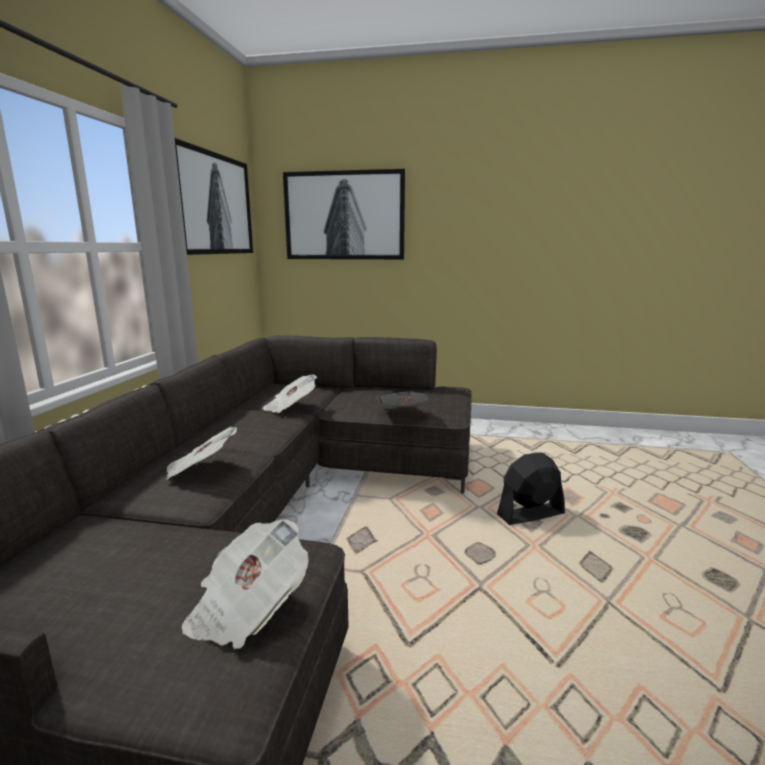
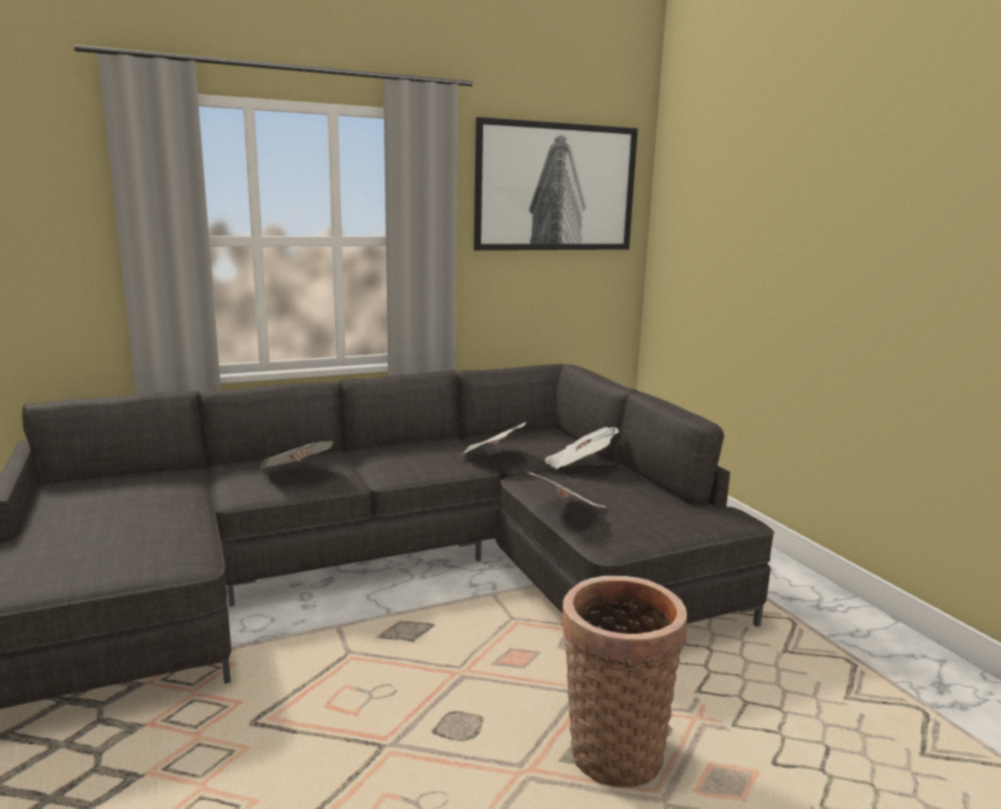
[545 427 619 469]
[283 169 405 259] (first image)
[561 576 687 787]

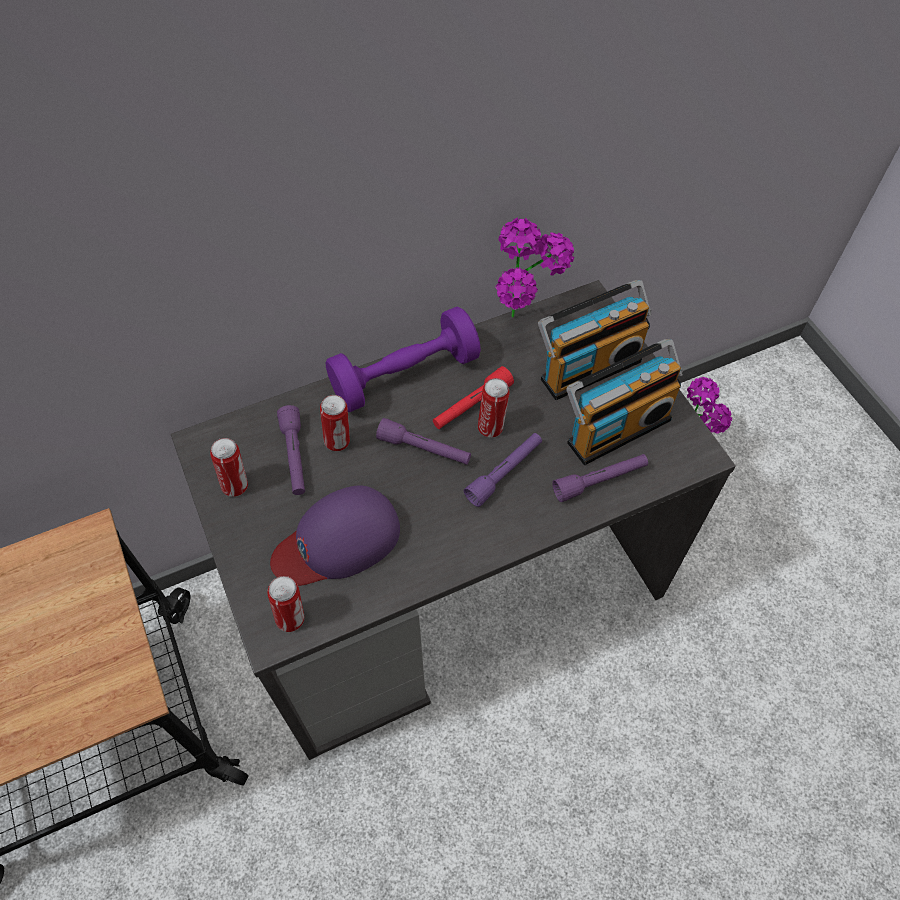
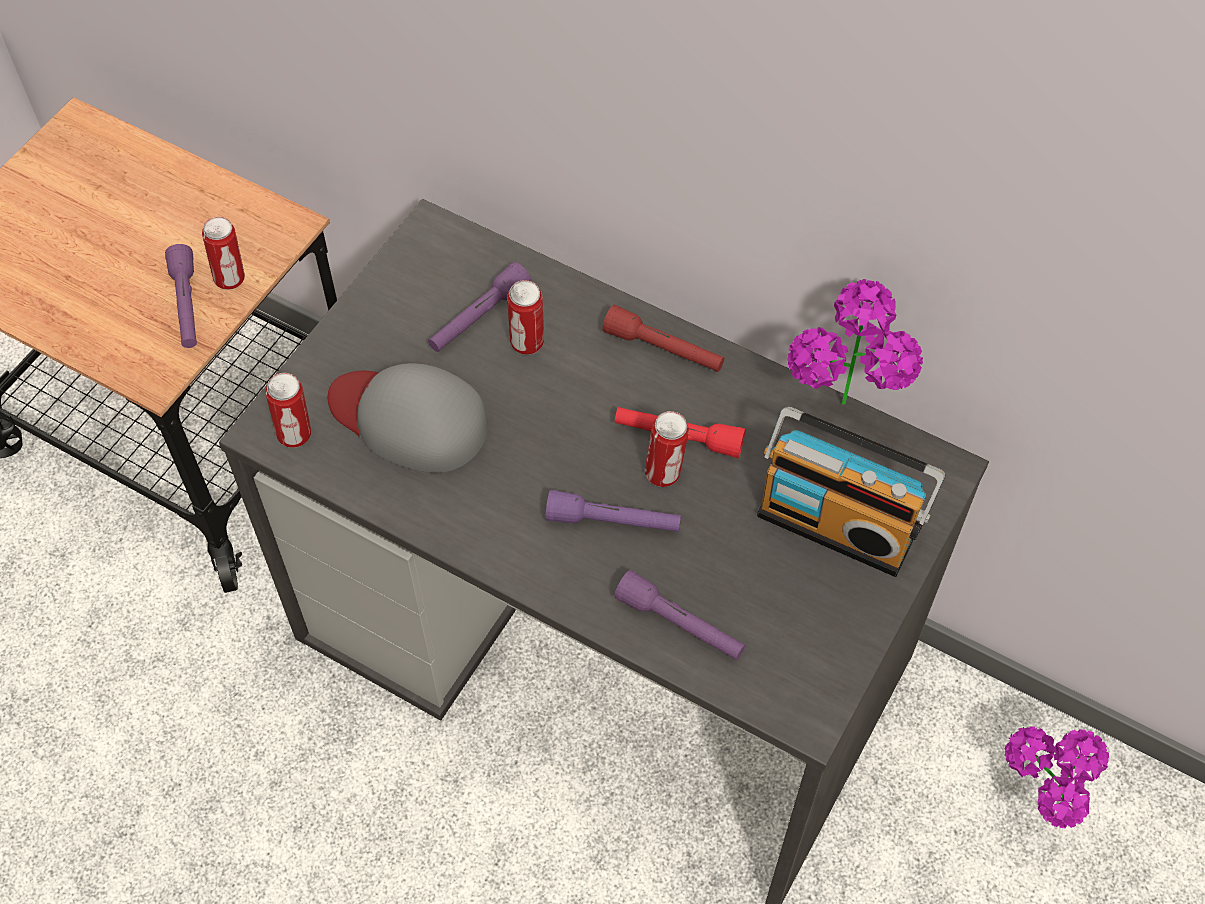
[202 217 245 290]
[328 363 488 473]
[602 305 724 372]
[165 244 197 348]
[566 339 683 465] (first image)

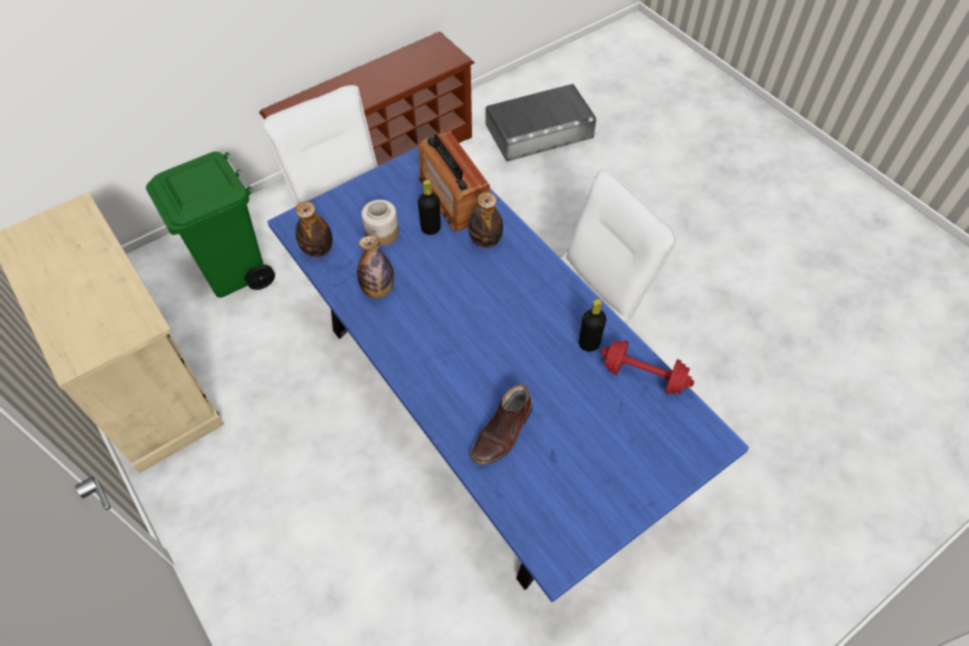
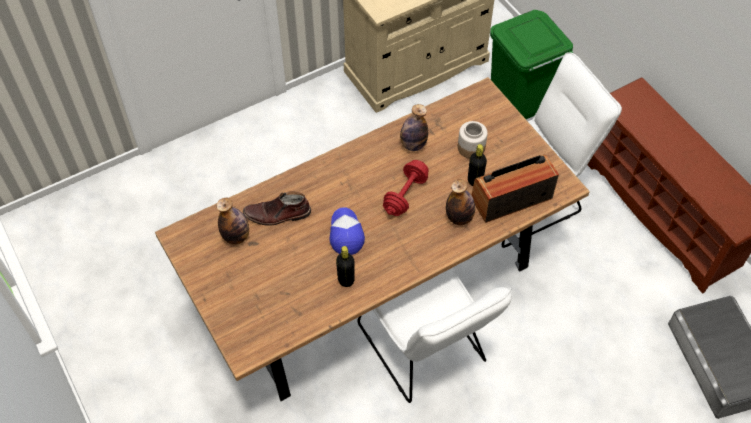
[155 77 590 401]
[216 198 249 244]
[243 191 311 226]
[383 160 429 216]
[330 207 365 255]

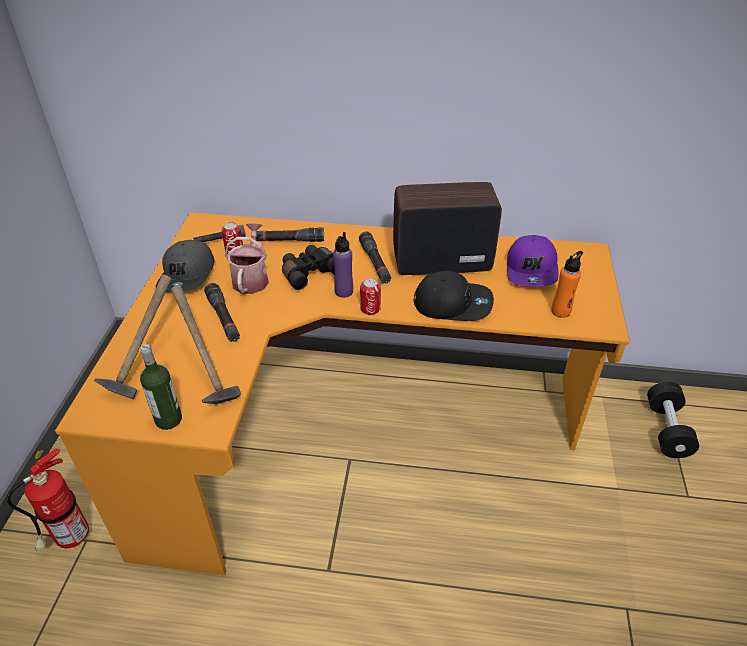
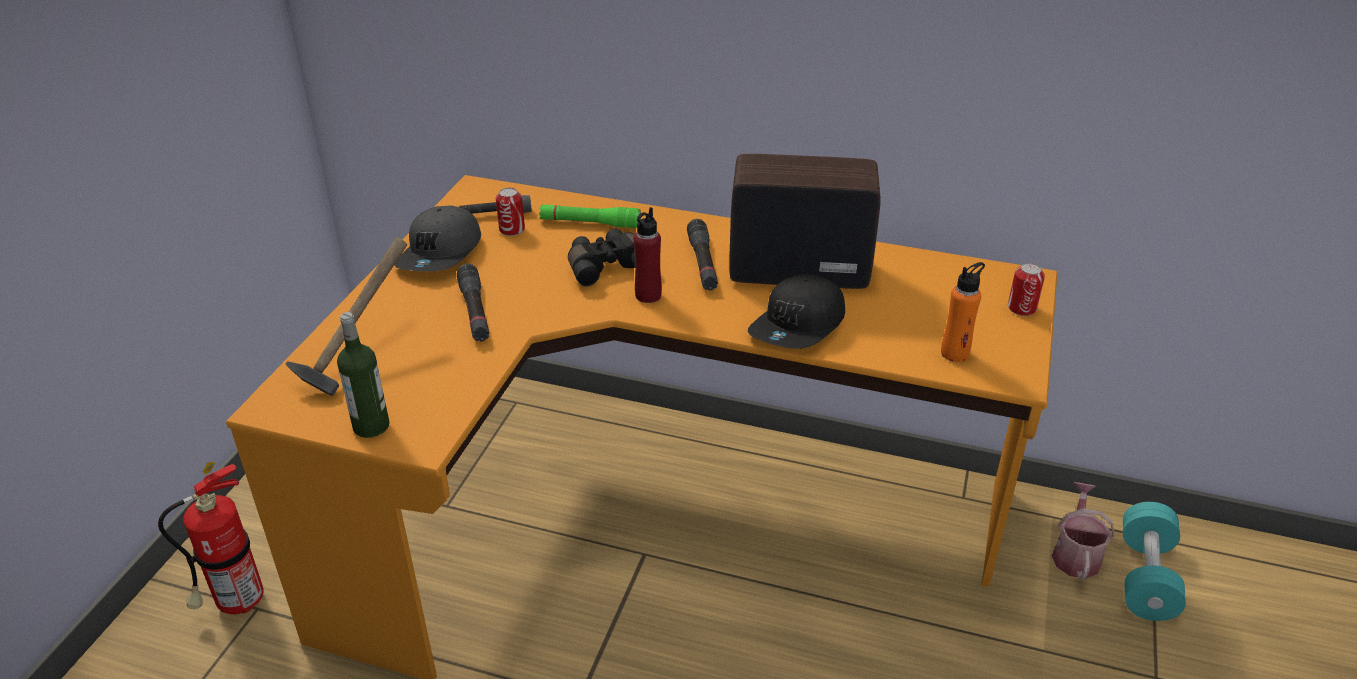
[171 285 241 404] (first image)
[1052 482 1114 580]
[539 205 641 228]
[634 207 662 303]
[1008 263 1045 316]
[748 274 845 349]
[507 235 559 286] (first image)
[1123 502 1186 621]

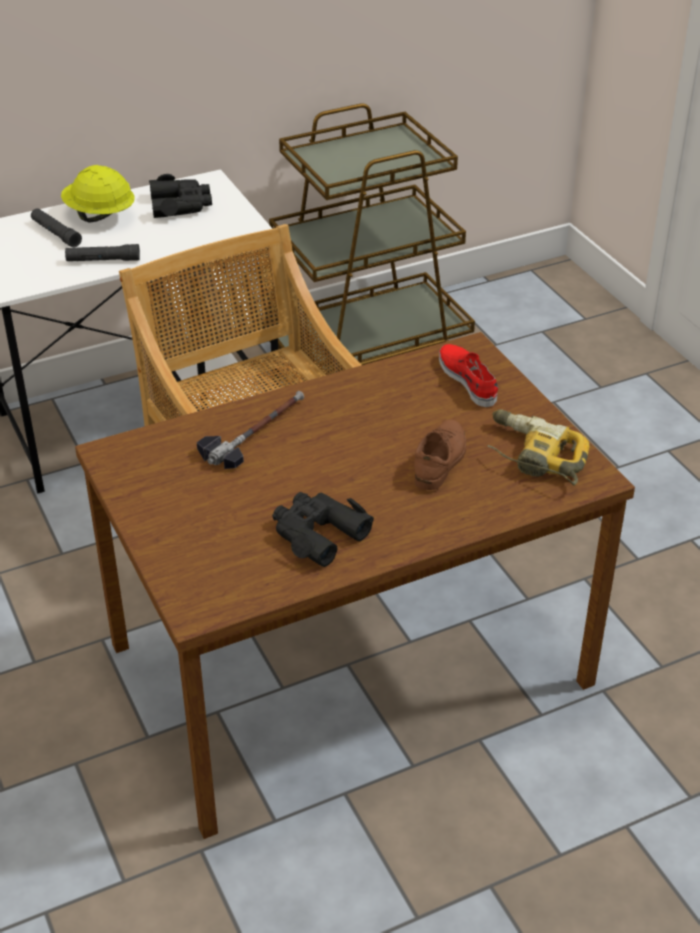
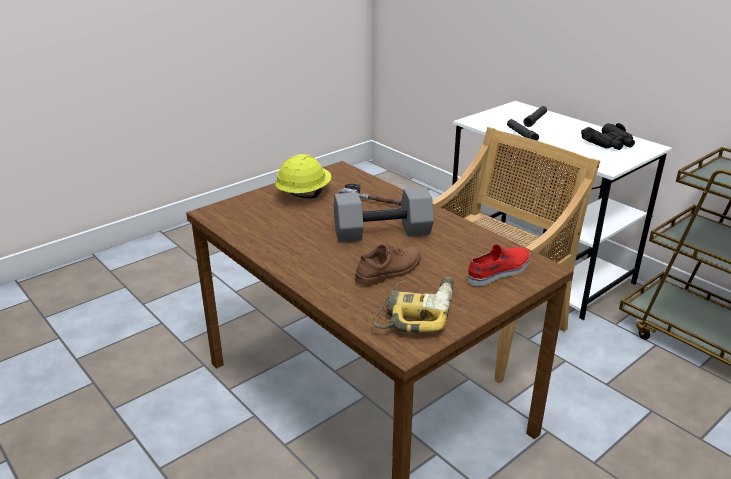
[275 154 332 198]
[272 492 374 567] (first image)
[355 244 421 286]
[334 187 434 242]

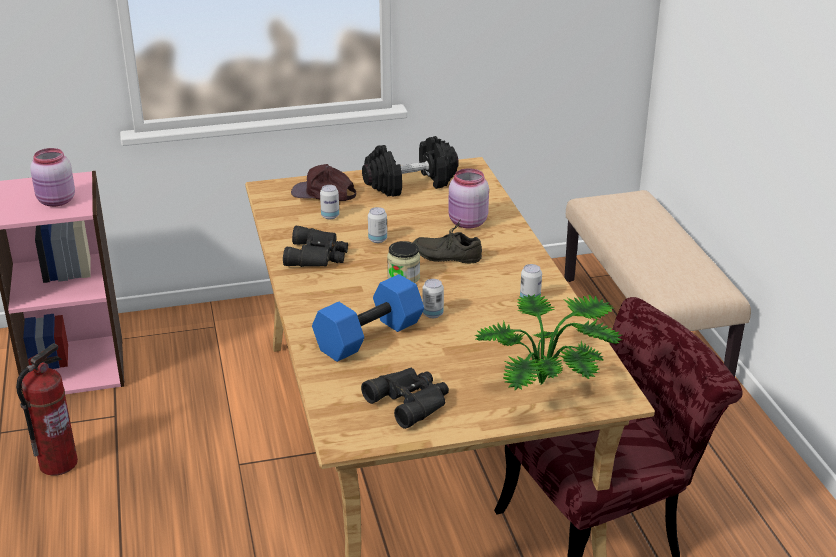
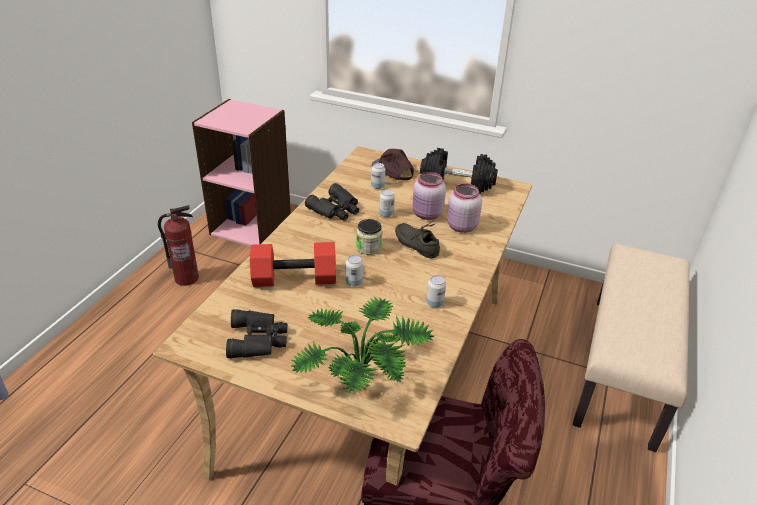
[412 172 446 220]
[250 242 336 287]

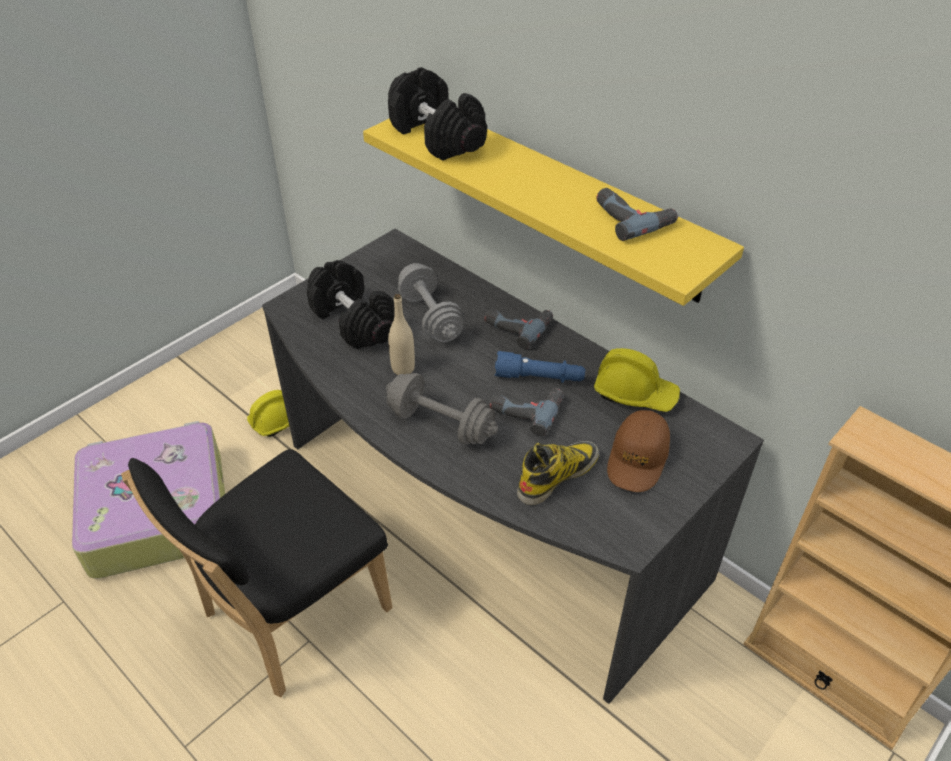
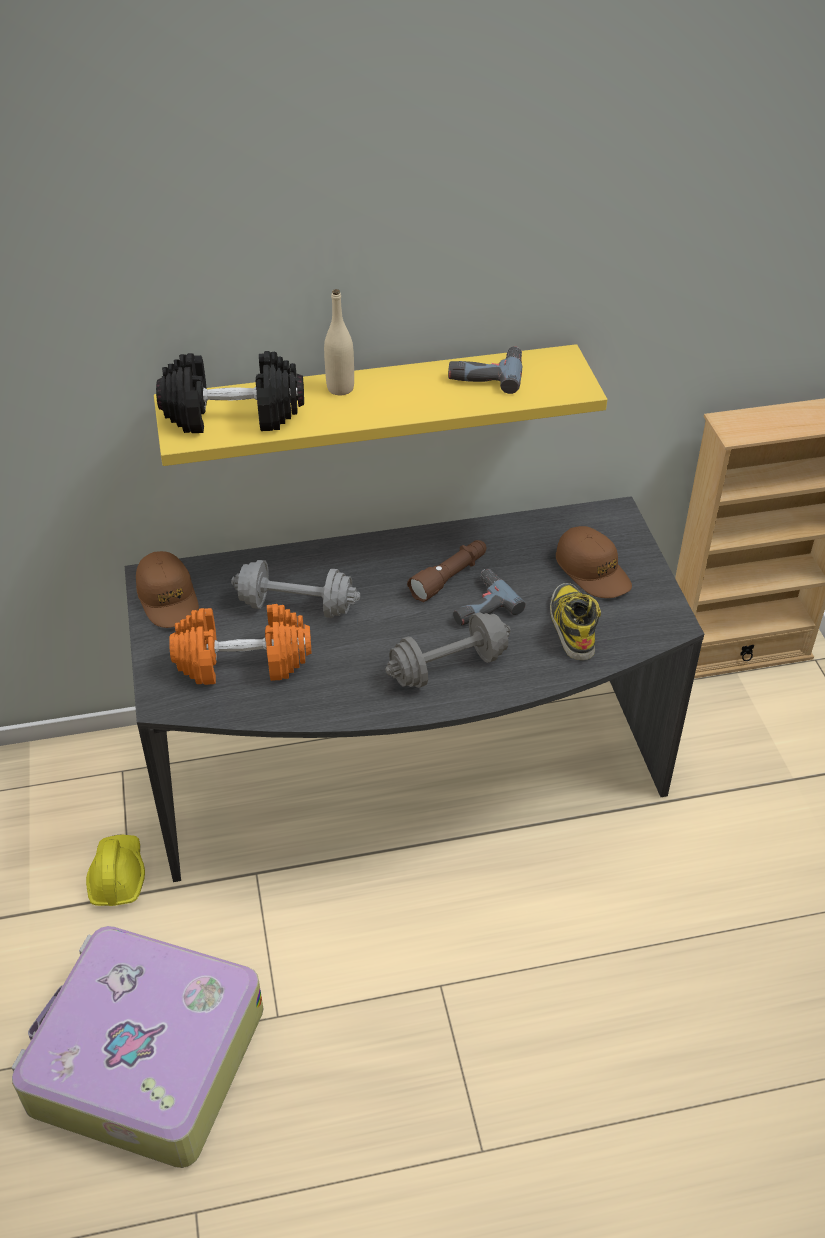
[121 449 393 697] (first image)
[169 604 311 685]
[324 289 354 395]
[484 309 553 349] (first image)
[407 540 487 602]
[594 348 680 412] (first image)
[136 551 199 628]

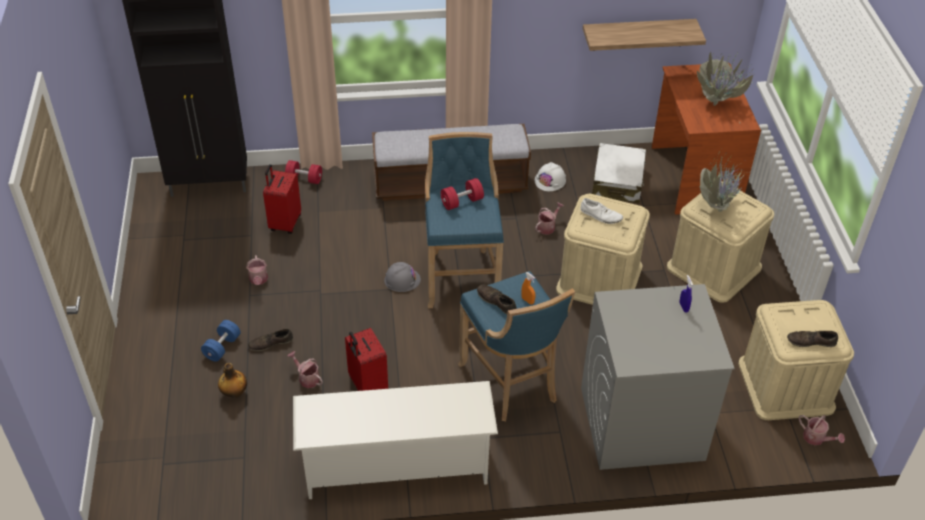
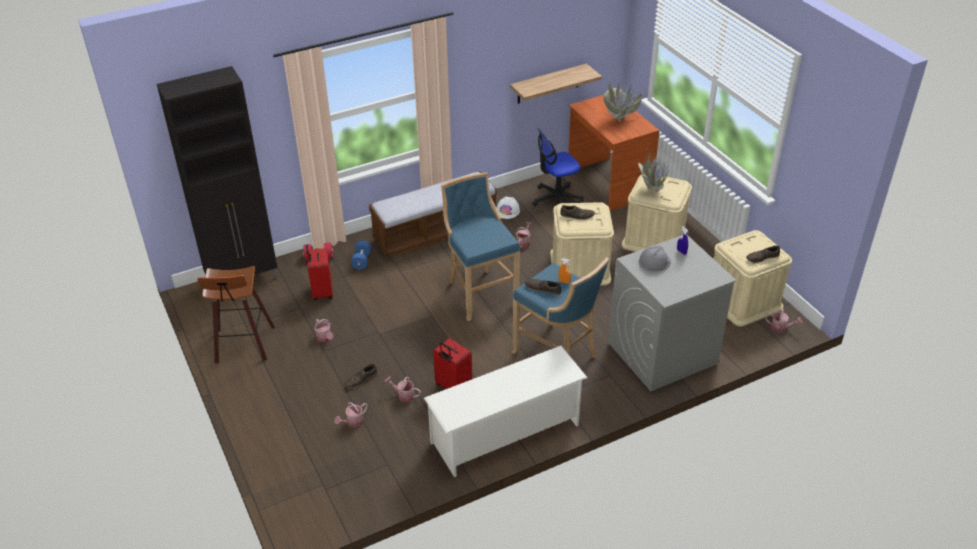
[351 240 371 270]
[334 403 368 428]
[639 245 671 272]
[441 178 484 210] (first image)
[560 205 595 220]
[532 128 584 206]
[197 266 275 363]

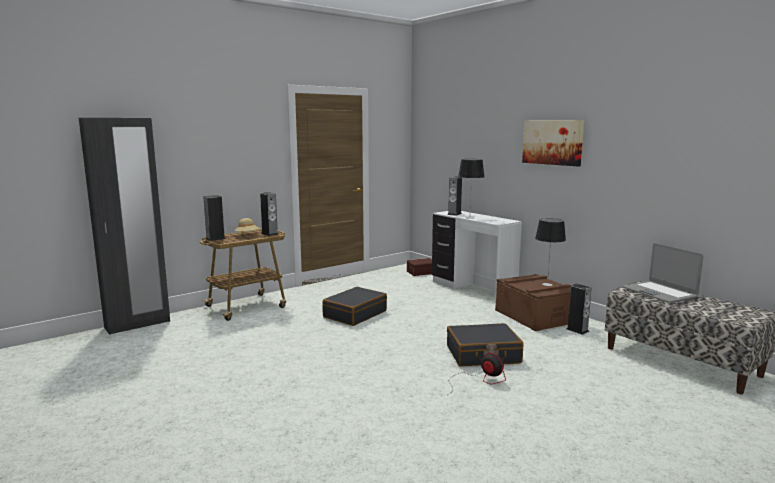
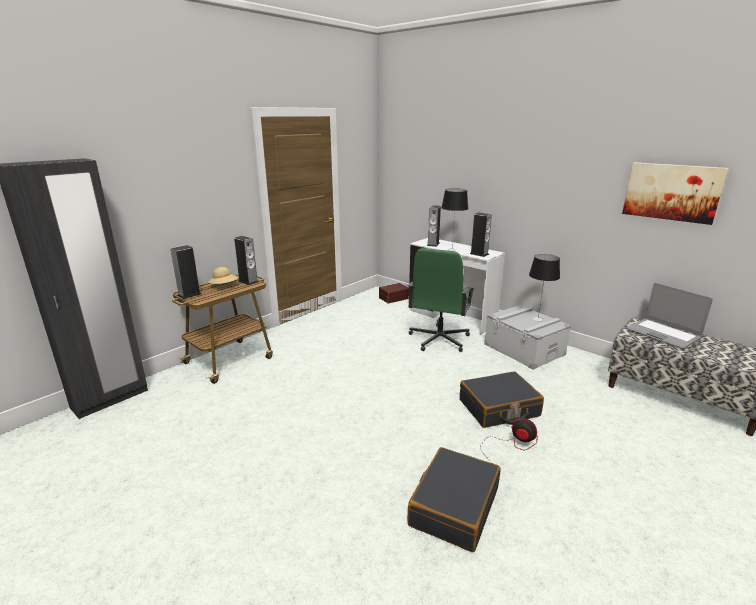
[408 447 501 552]
[484 305 571 370]
[622 162 728 225]
[470 212 492 257]
[408 248 474 352]

